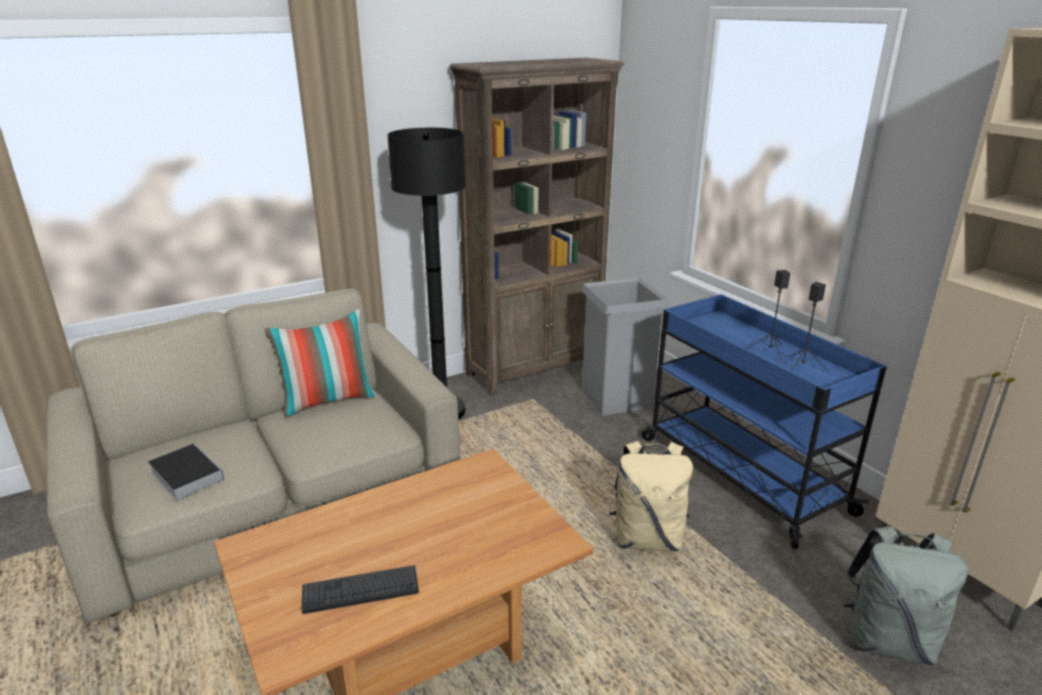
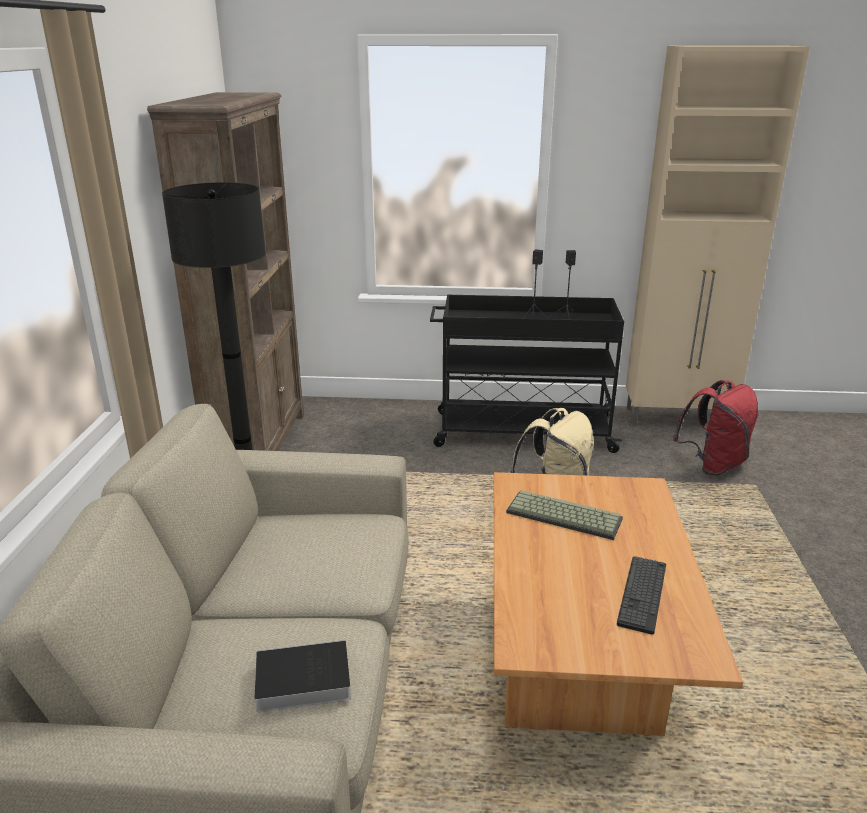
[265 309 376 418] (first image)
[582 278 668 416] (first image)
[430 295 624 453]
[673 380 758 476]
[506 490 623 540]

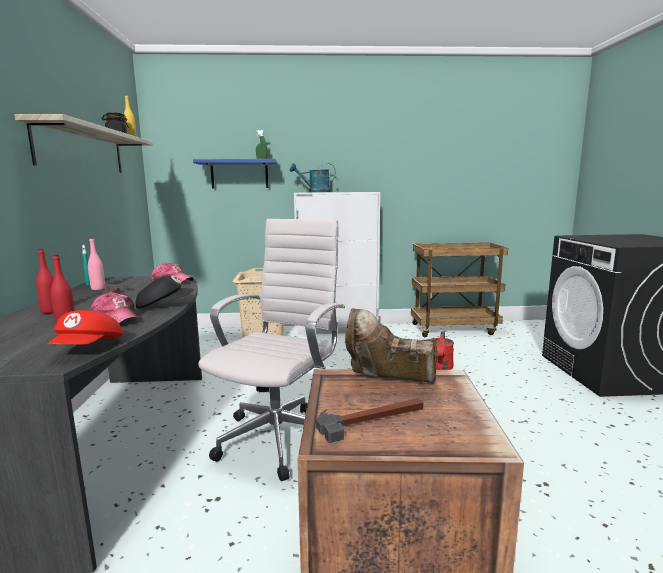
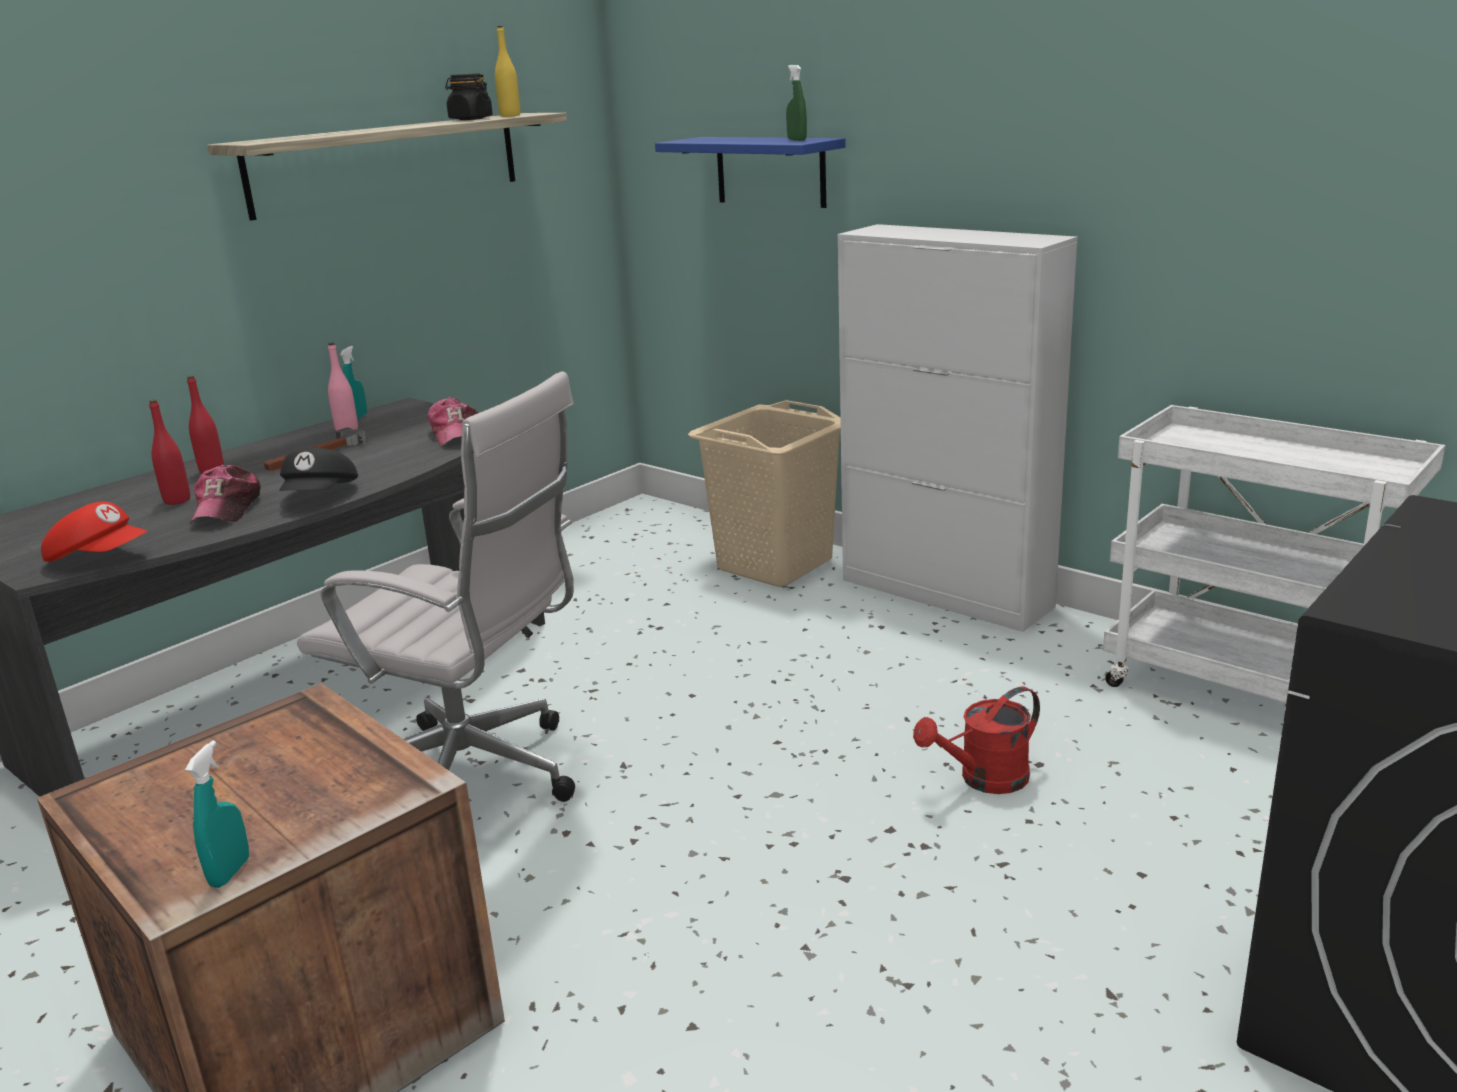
[41 502 147 562]
[279 448 358 491]
[297 371 575 802]
[290 163 335 192] (first image)
[316 398 423 443] (first image)
[345 308 438 383] (first image)
[1103 405 1446 703]
[185 740 249 888]

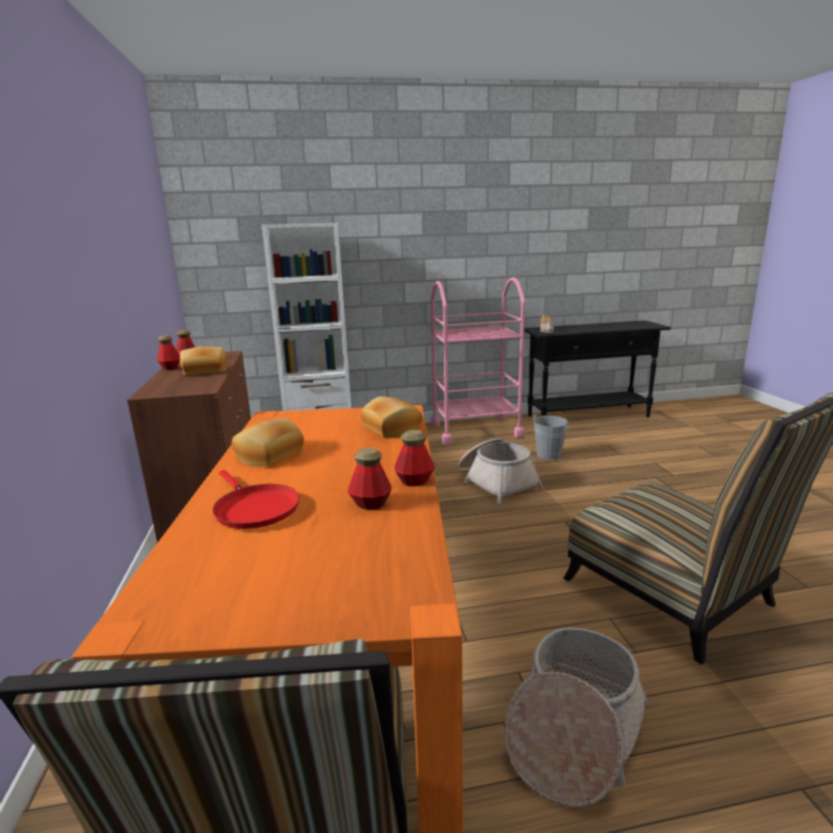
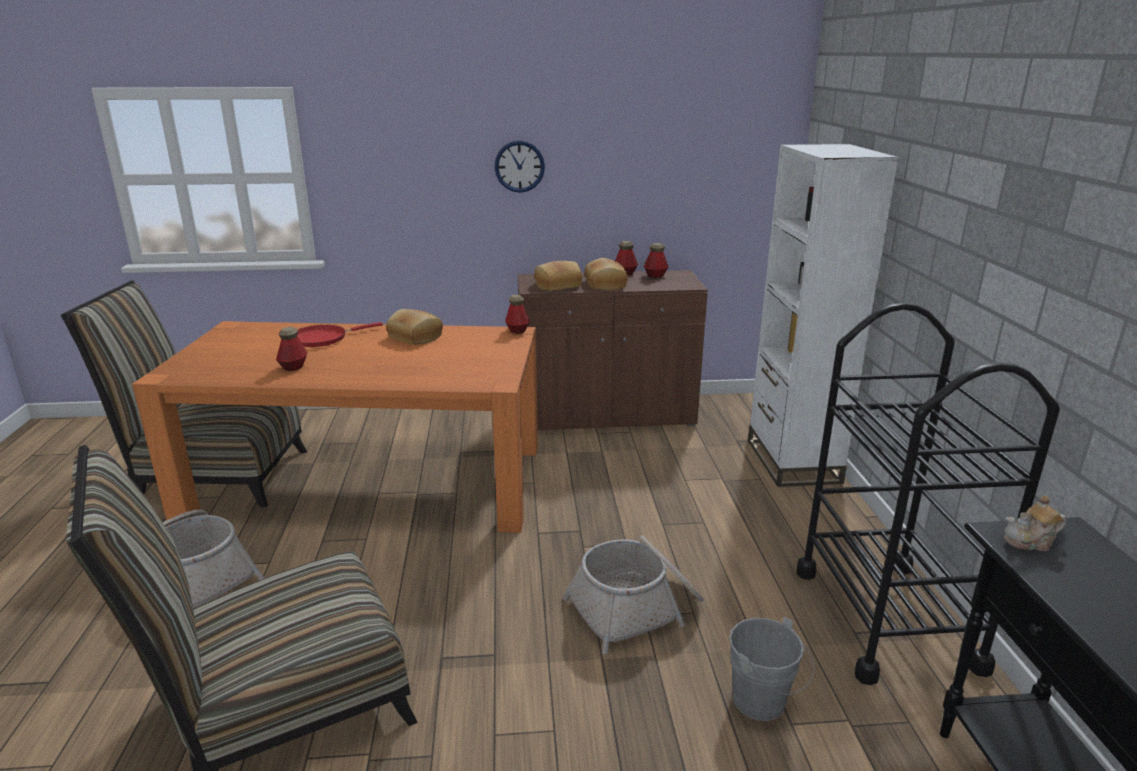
[534 261 582 291]
[505 294 530 334]
[796 303 1060 685]
[495 141 545 193]

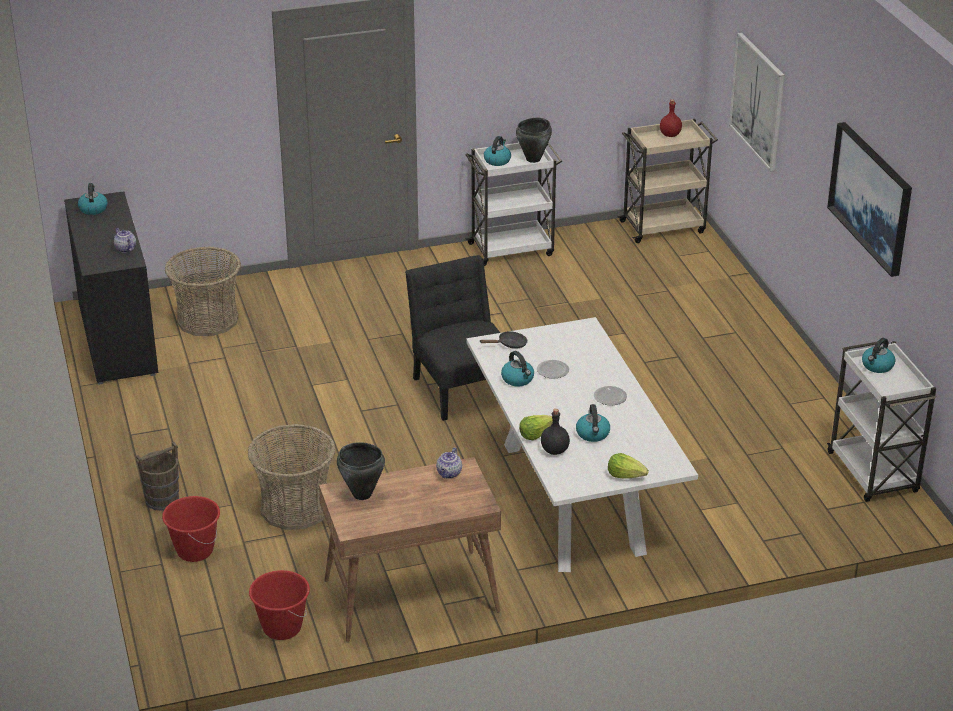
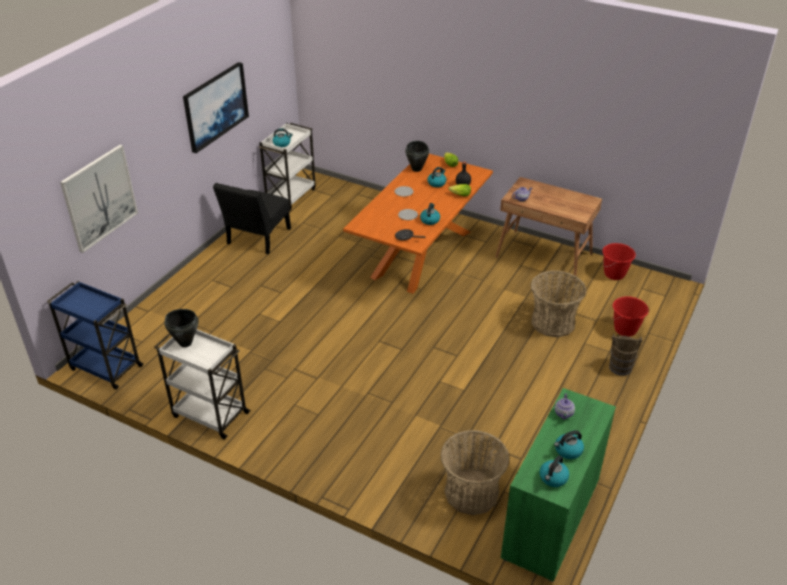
[501 388 616 582]
[405 141 429 172]
[213 183 291 254]
[343 154 493 294]
[554 430 584 459]
[47 281 144 390]
[660 99 682 137] (first image)

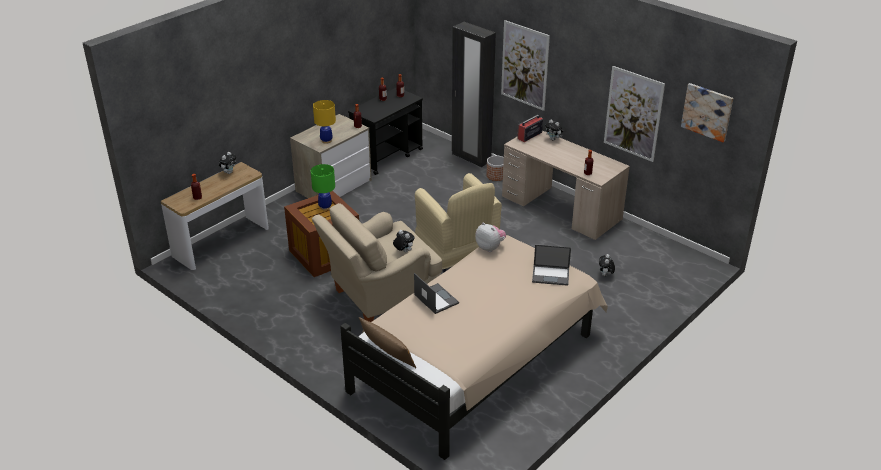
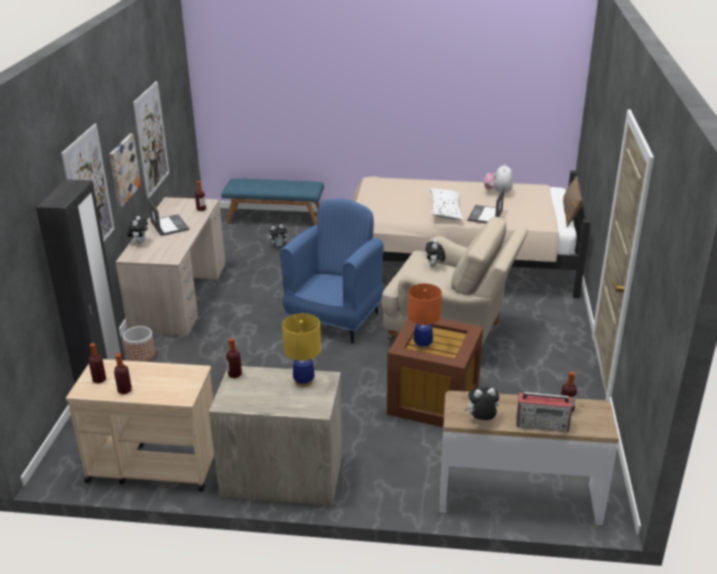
[408 284 442 349]
[66 359 214 492]
[280 199 384 344]
[484 164 513 195]
[516 392 573 432]
[147 197 189 236]
[110 134 141 208]
[221 179 324 225]
[430 188 463 220]

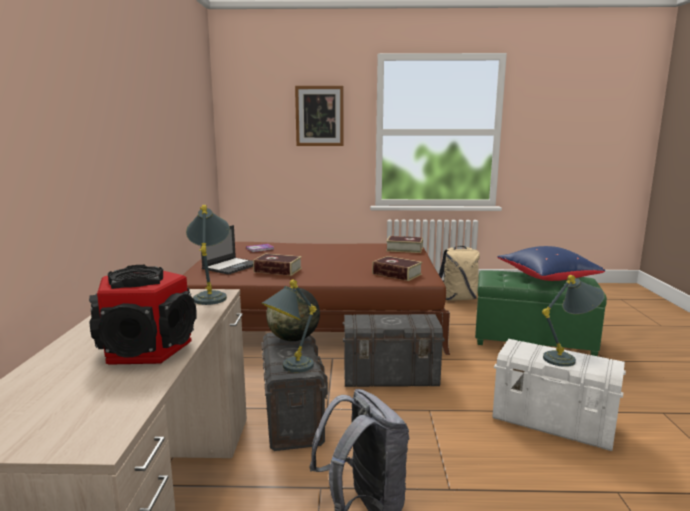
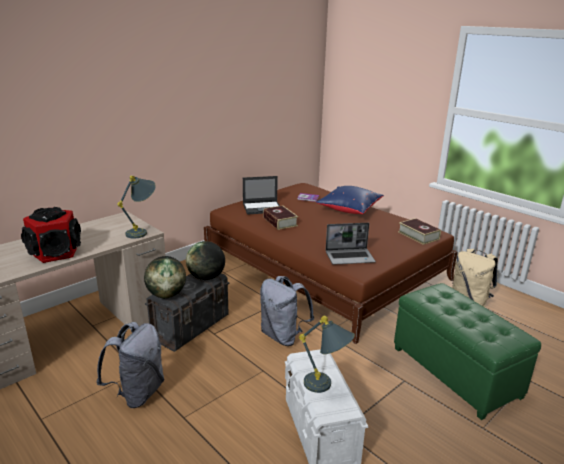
[144 256 186 298]
[295 86 343 146] (first image)
[260 276 314 346]
[326 223 376 265]
[316 186 384 214]

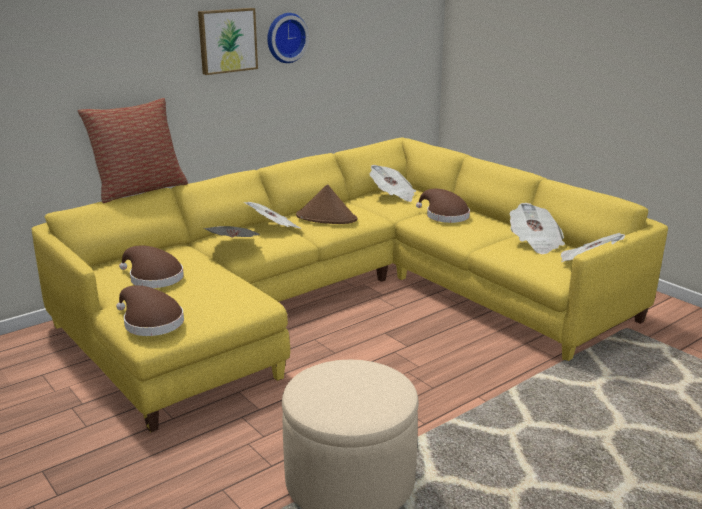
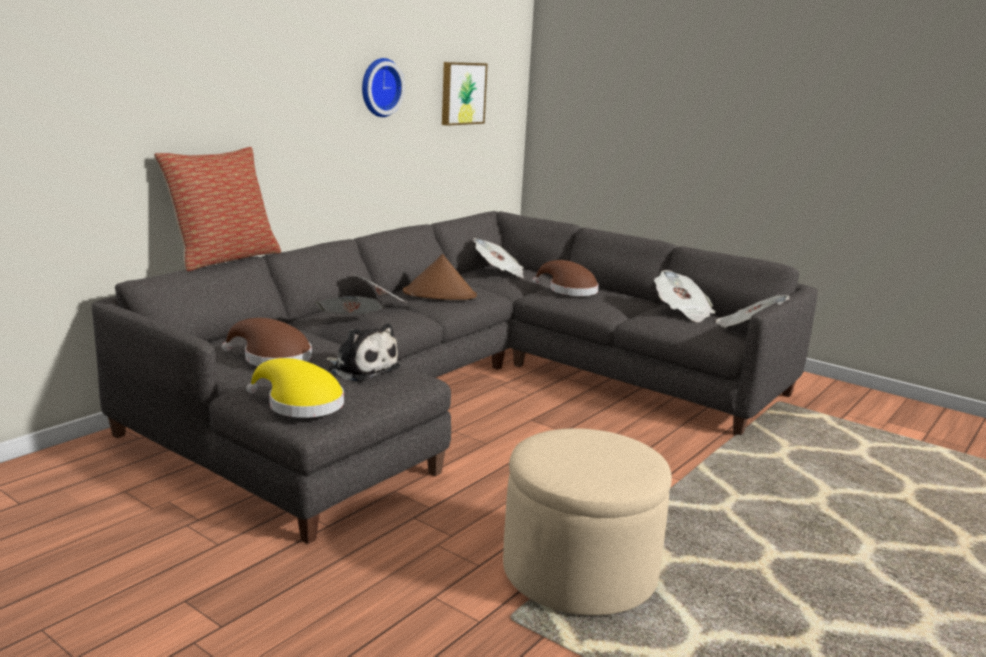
[92 211 818 544]
[247 358 344 418]
[442 62 488 126]
[327 323 400 382]

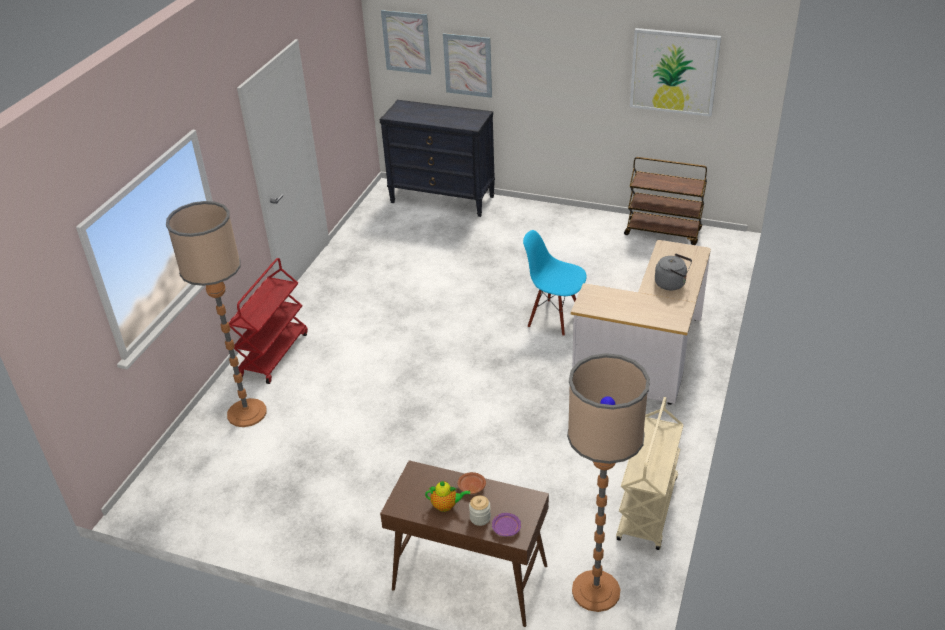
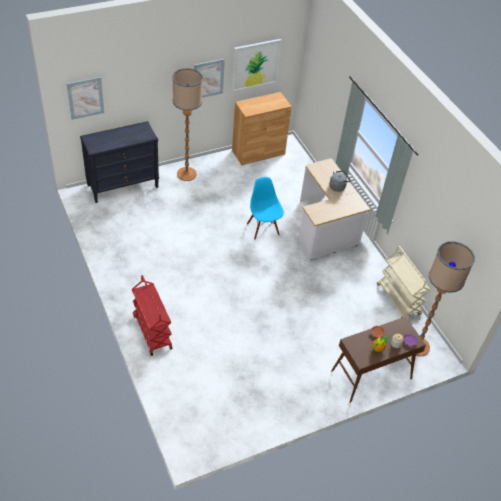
[172 68 203 181]
[194 59 225 98]
[247 177 284 240]
[232 92 292 165]

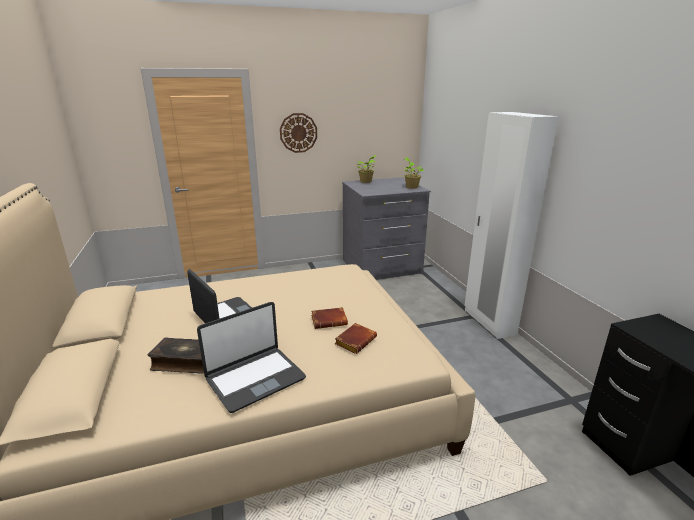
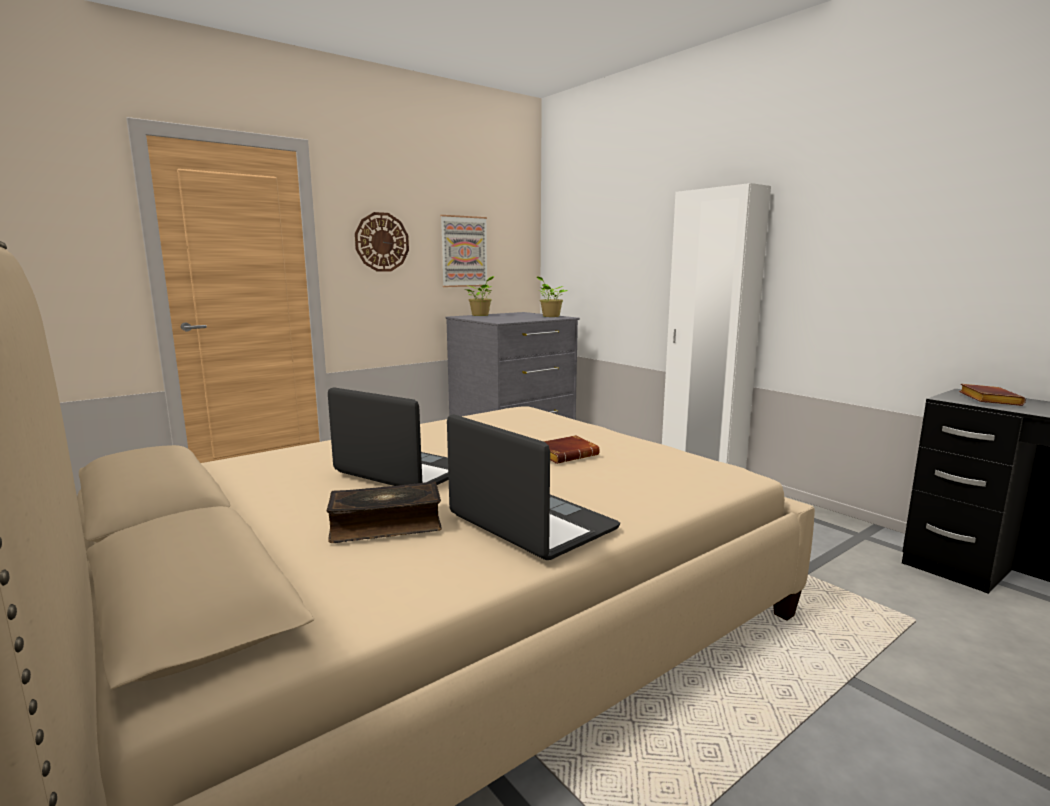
[447 414 620 560]
[959 384 1026 406]
[440 215 487 287]

